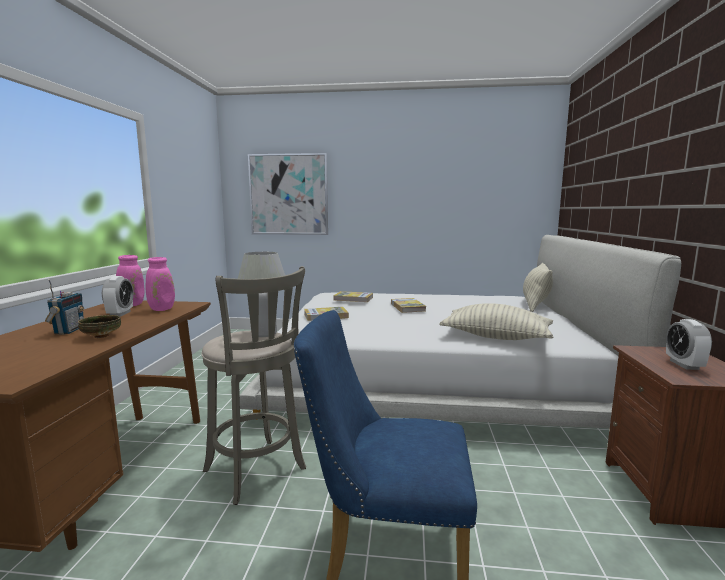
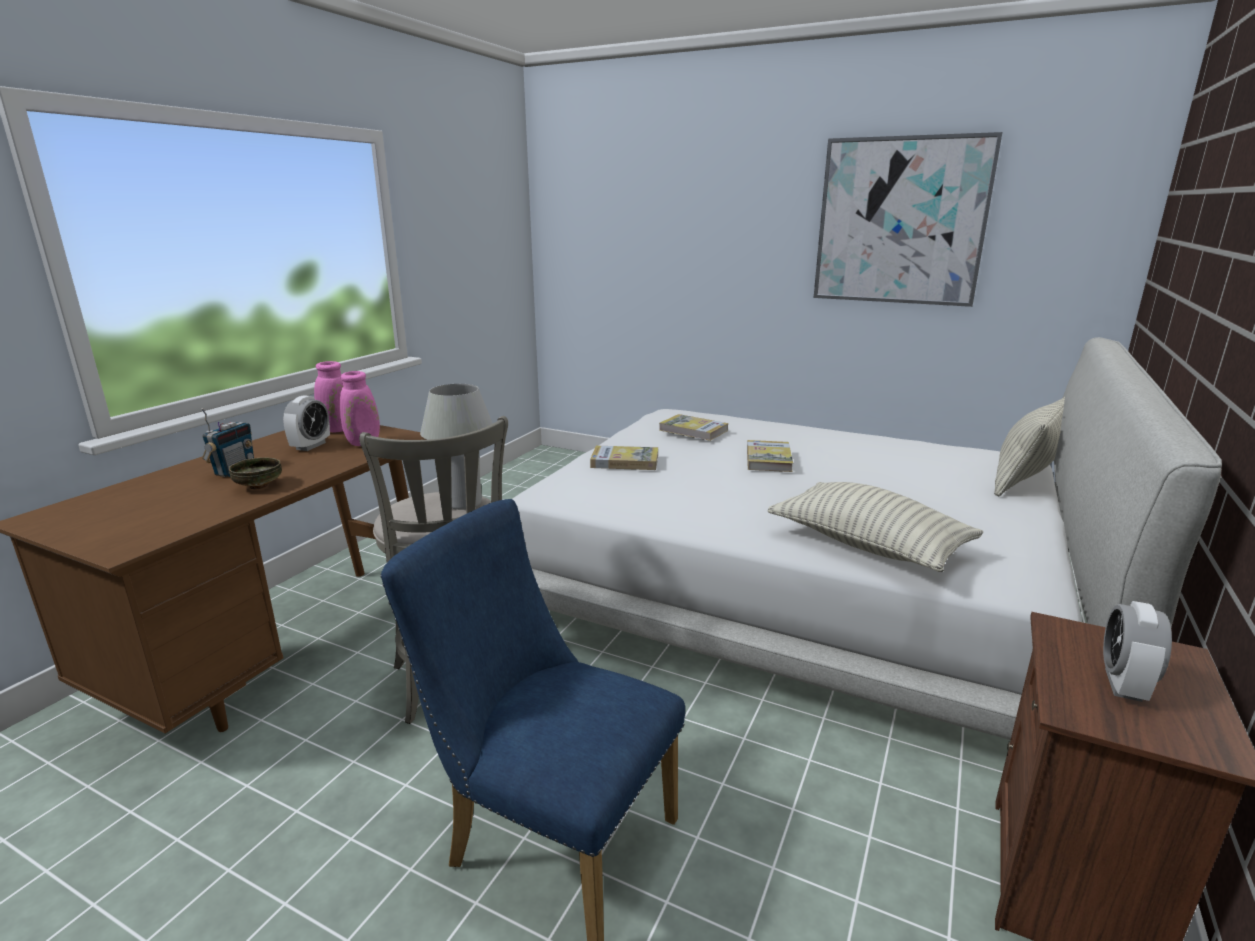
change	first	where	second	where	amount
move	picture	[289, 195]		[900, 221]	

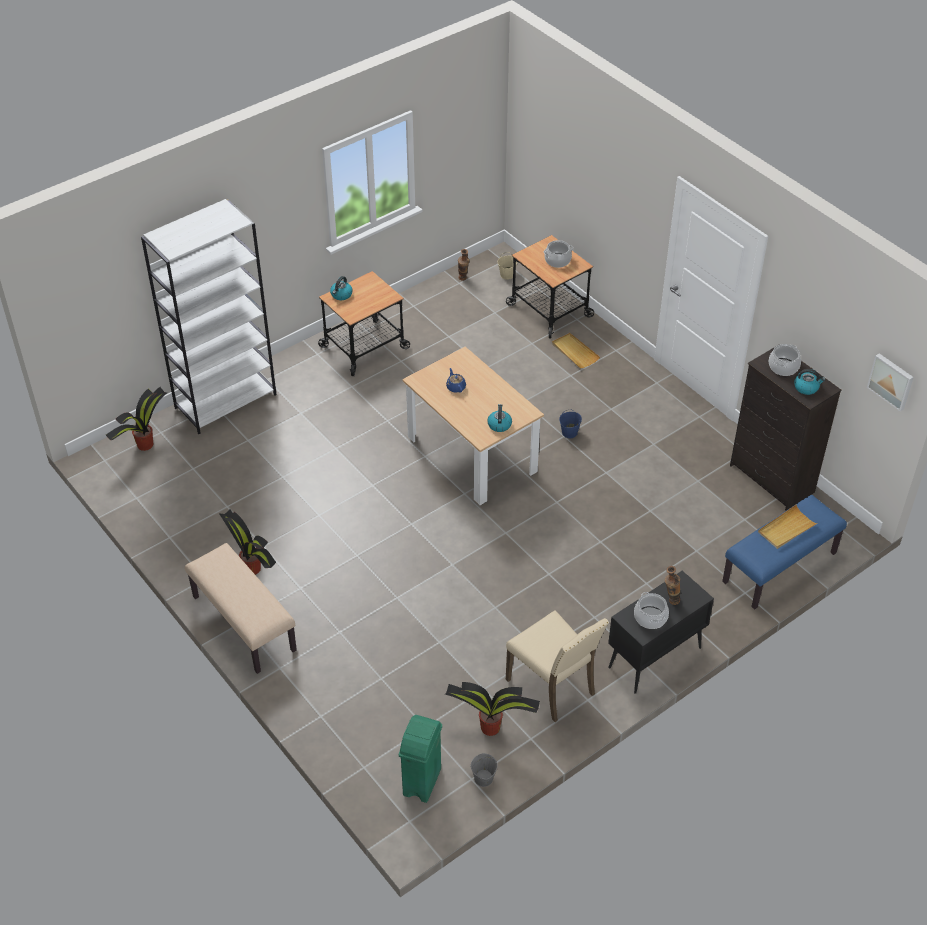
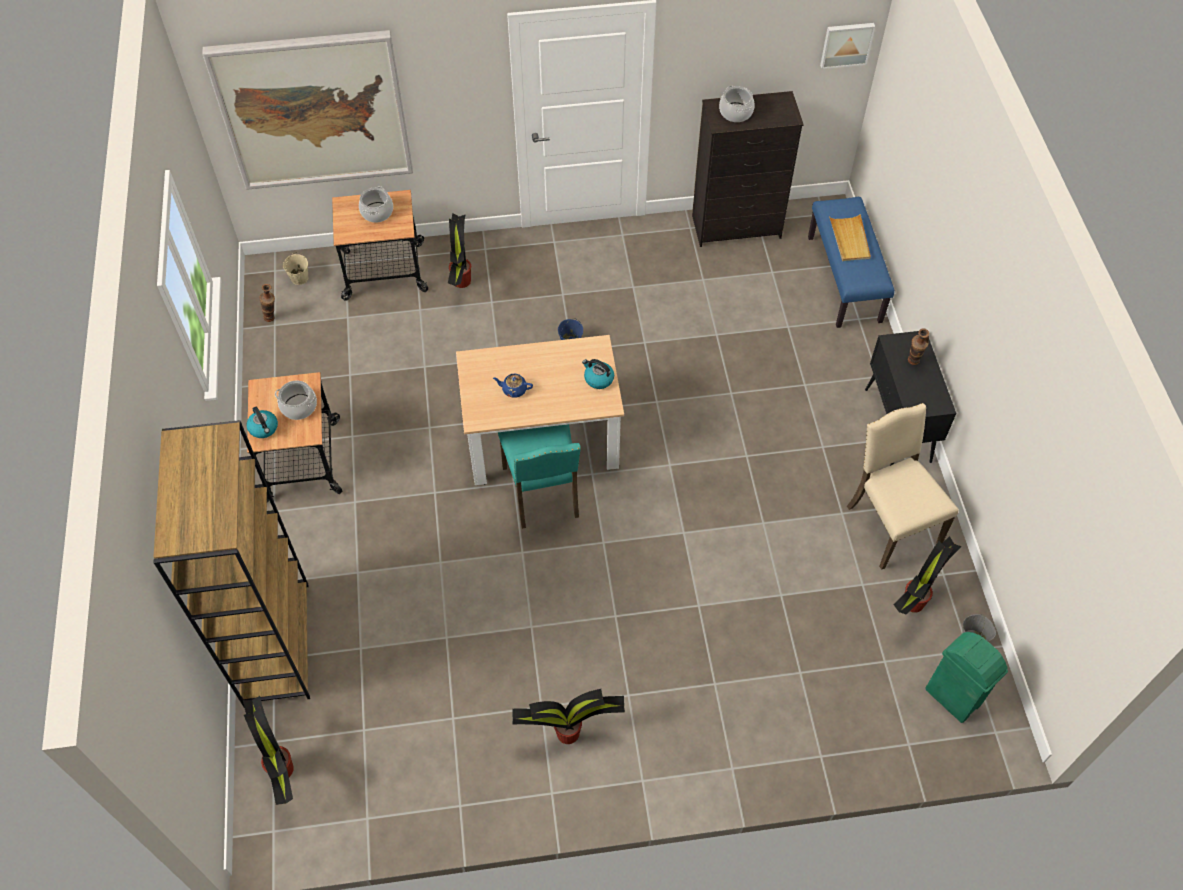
change	first	where	second	where	amount
recolor	white-coloured shelving unit	[226, 401]	brown shelving unit	[276, 643]	
replace	sand-coloured carrying tray	[574, 352]	potted plant	[461, 282]	
delete	water kettle	[806, 387]			
delete	sand-coloured long seat	[243, 623]			
move	stockpot	[650, 617]		[299, 406]	
rotate	sand-coloured upright chair	[553, 687]		[890, 524]	105 degrees counterclockwise
insert			picture	[314, 110]	
insert			blue-green upright chair	[543, 493]	

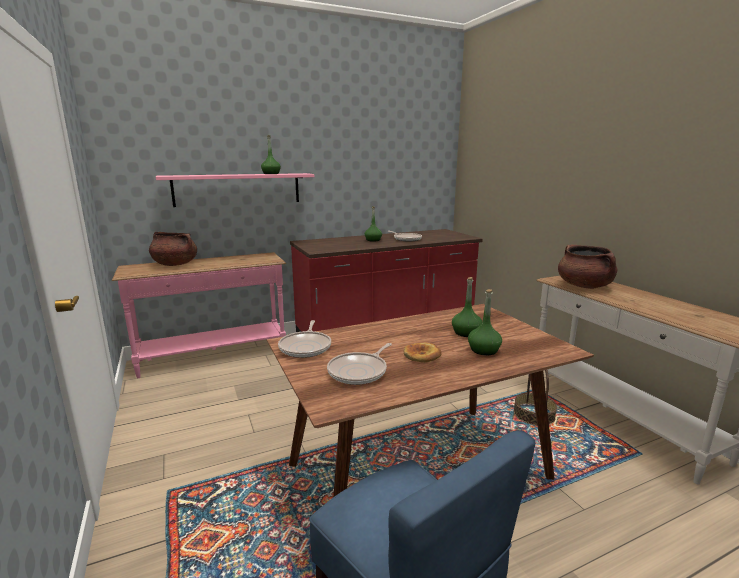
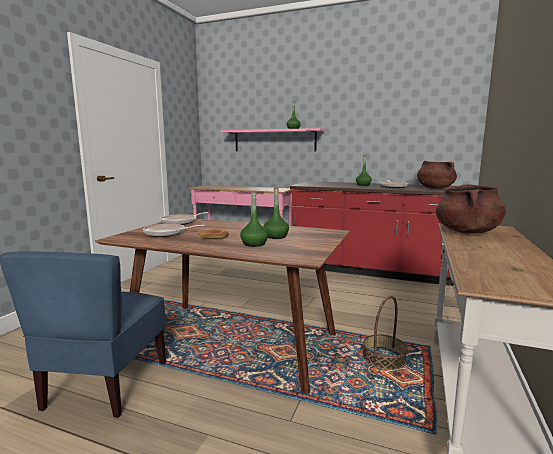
change	first	where	second	where	amount
move	brown stockpot	[175, 264]		[434, 188]	

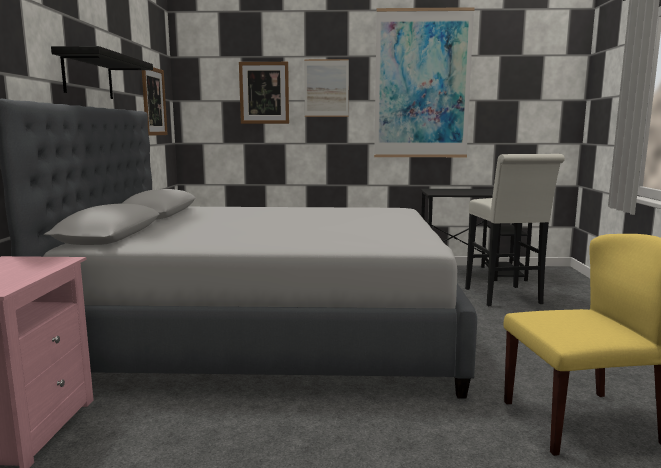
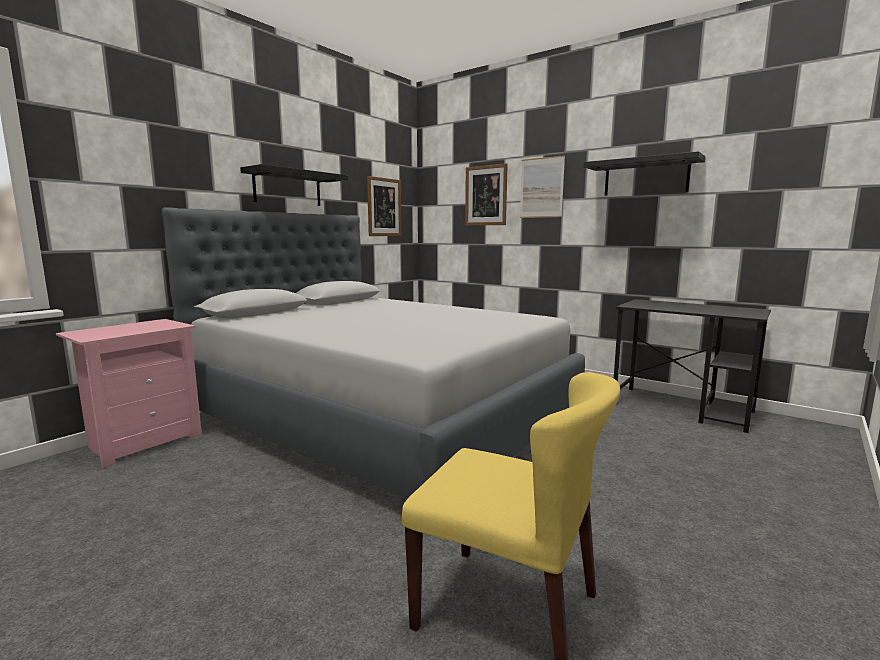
change	first	where	second	where	amount
replace	picture	[422, 84]	black-coloured shelf	[645, 177]	
delete	white-coloured stool seat	[505, 298]			

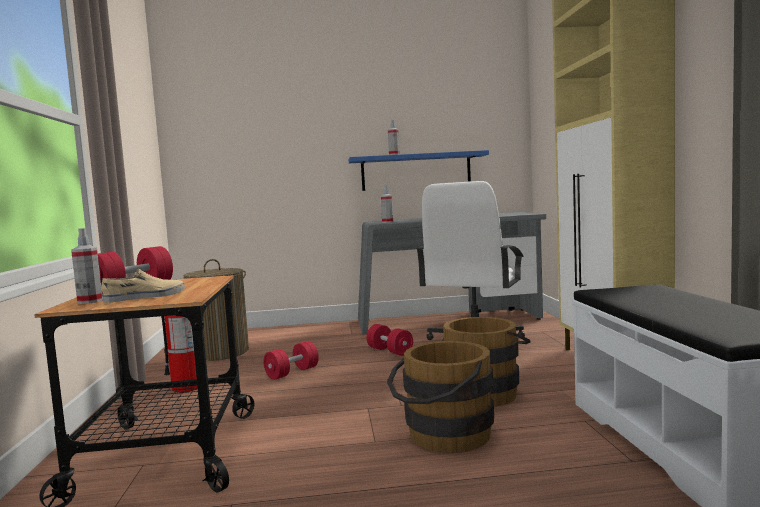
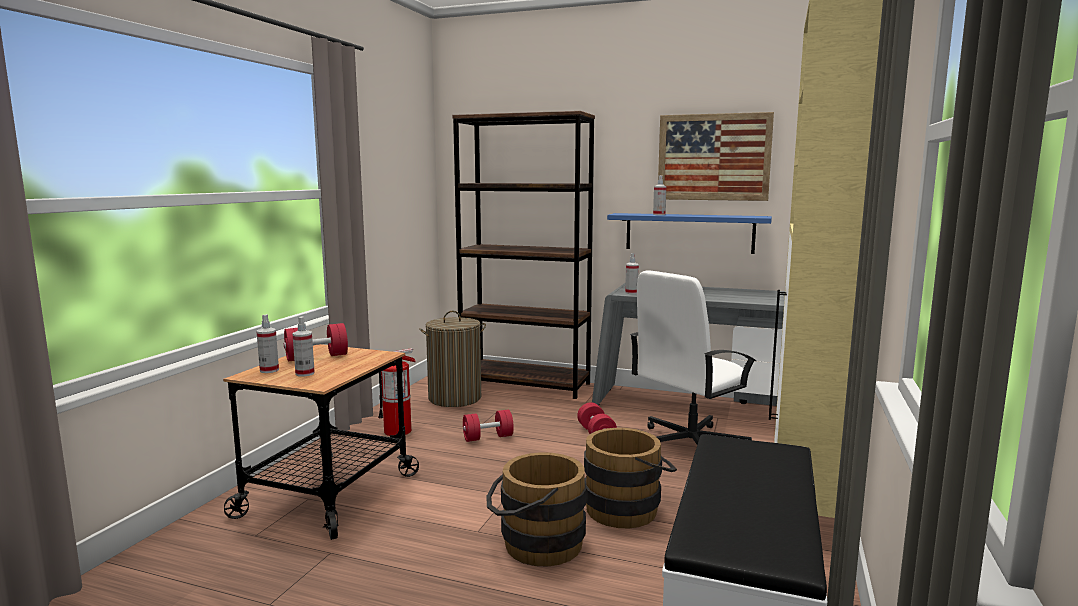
change	first	where	second	where	amount
replace	sand-coloured item of footwear	[145, 297]	hand sprayer	[305, 373]	
insert			brown shelving unit	[525, 384]	
insert			picture	[713, 157]	

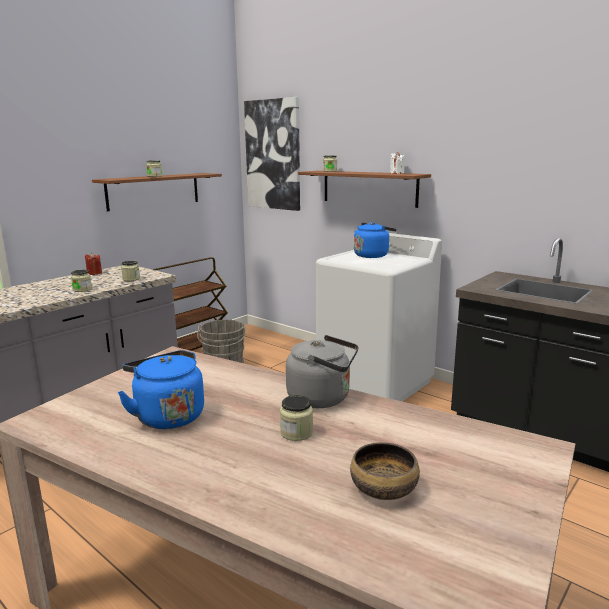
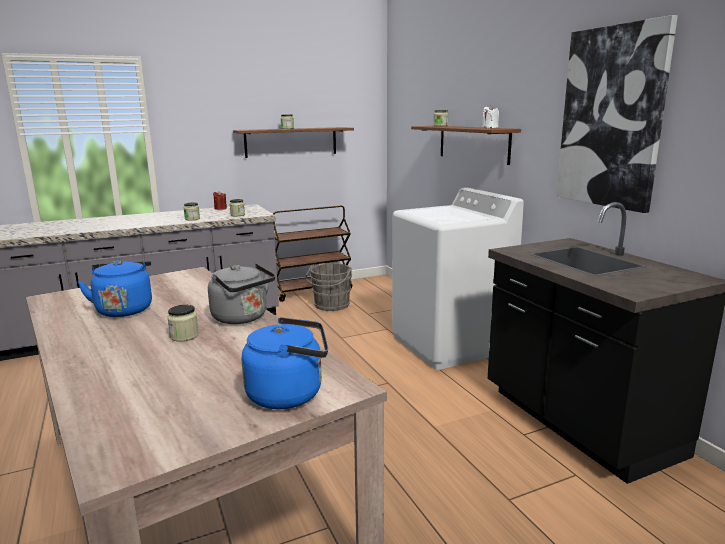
change	first	where	second	where	amount
move	picture	[273, 155]		[611, 118]	
move	bluish water kettle	[372, 255]		[290, 394]	
delete	deep dish	[383, 489]			

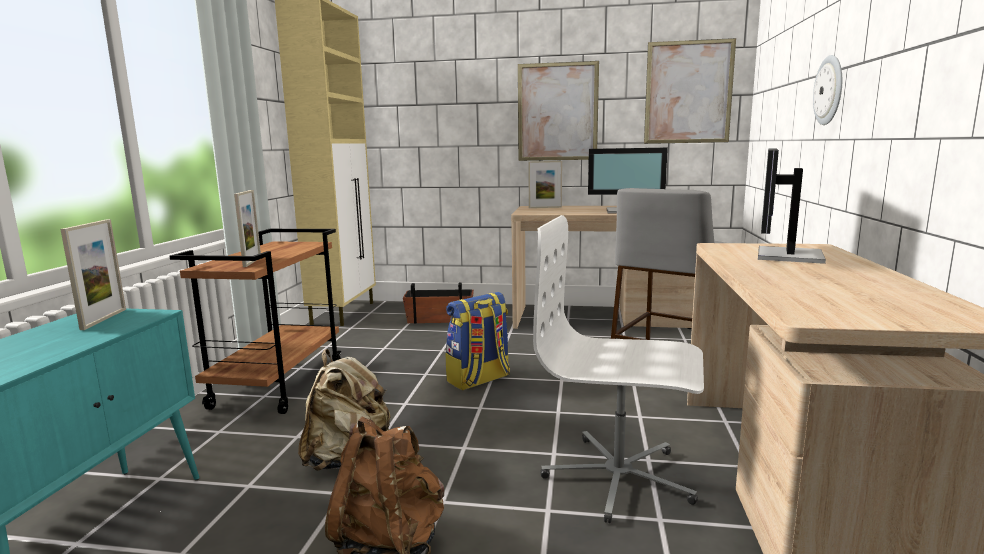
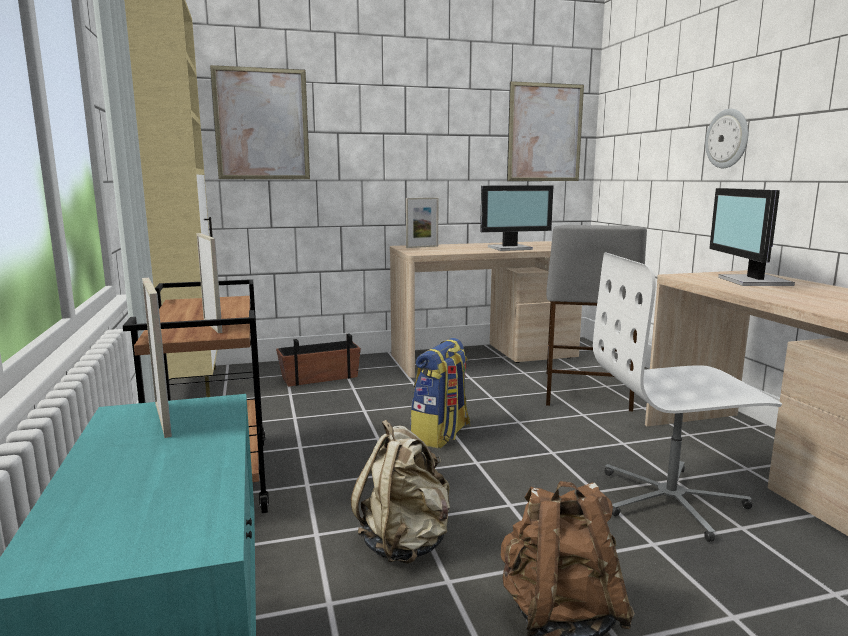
change	first	where	second	where	amount
move	picture	[557, 112]		[262, 124]	

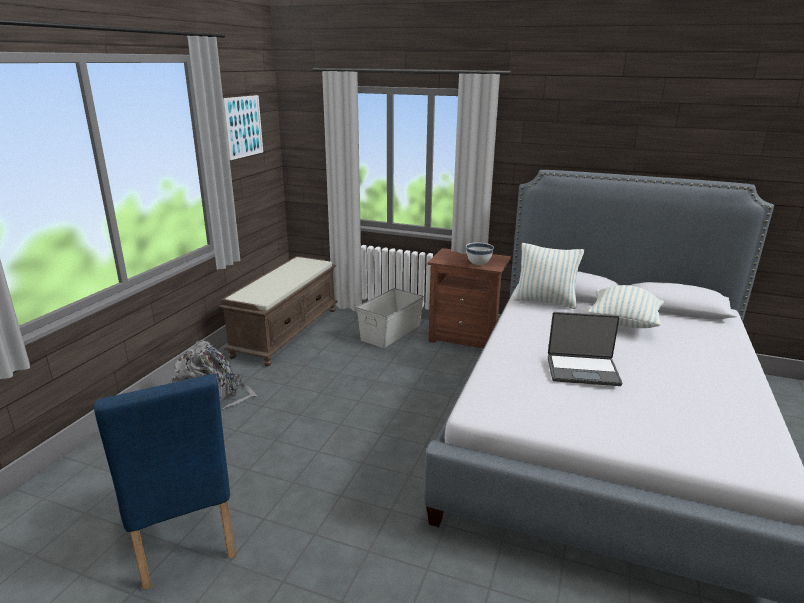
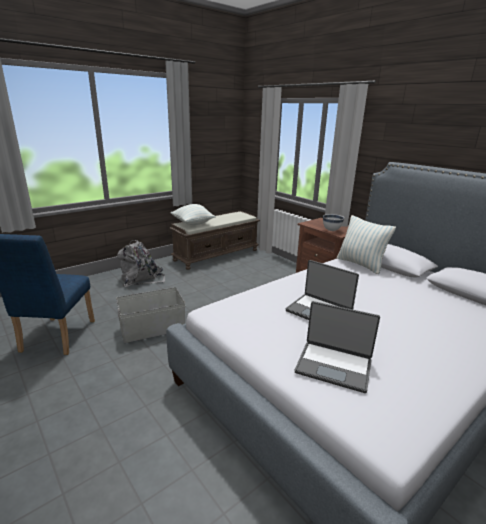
change	first	where	second	where	amount
delete	picture	[243, 126]			
move	cushion	[623, 323]		[193, 224]	
move	grey storage bin	[391, 333]		[153, 329]	
insert			laptop	[334, 366]	

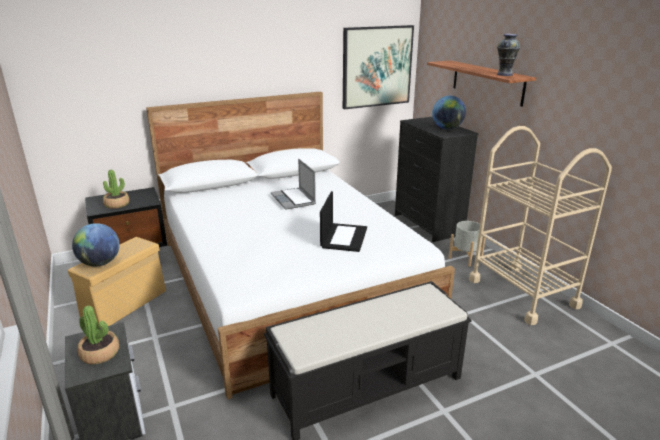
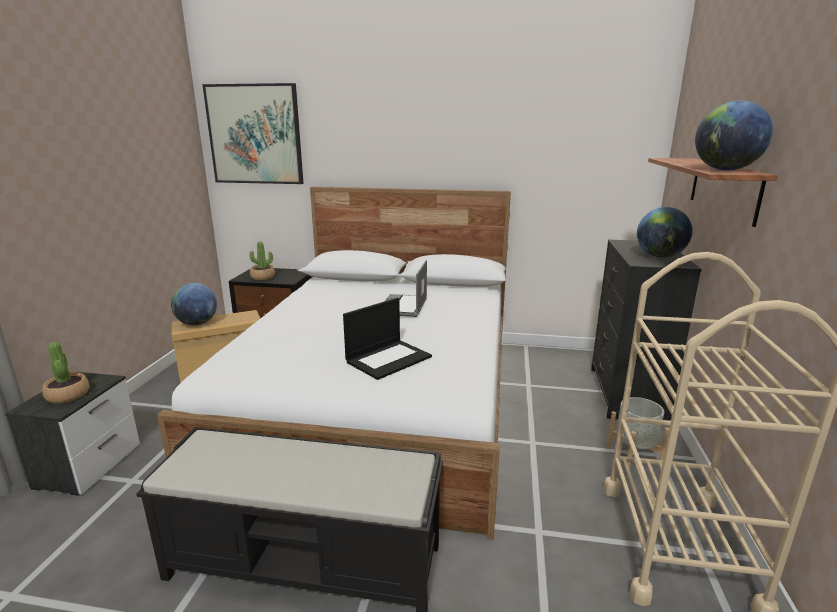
change	first	where	second	where	amount
move	picture	[377, 66]		[255, 134]	
replace	vase	[505, 74]	world globe	[725, 170]	

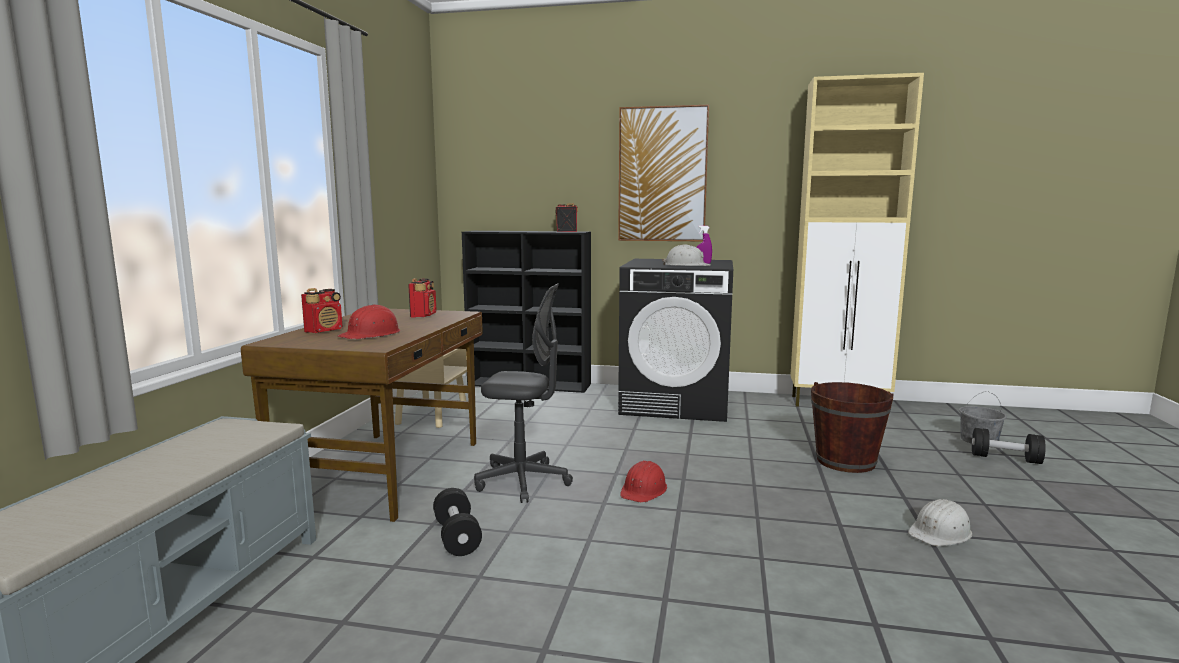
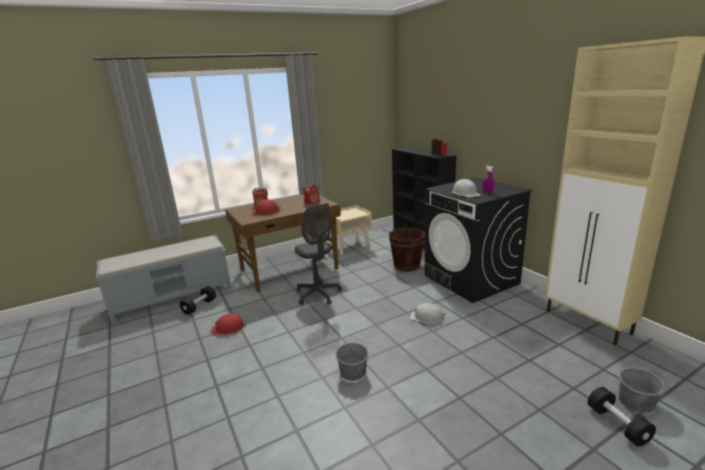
change	first	where	second	where	amount
delete	picture	[662, 175]			
move	brown bucket	[845, 461]		[407, 265]	
move	red-coloured hard hat	[644, 490]		[229, 328]	
move	black-coloured hand weight	[457, 537]		[199, 306]	
move	white-coloured hard hat	[940, 532]		[426, 317]	
insert			grey bucket	[353, 372]	

